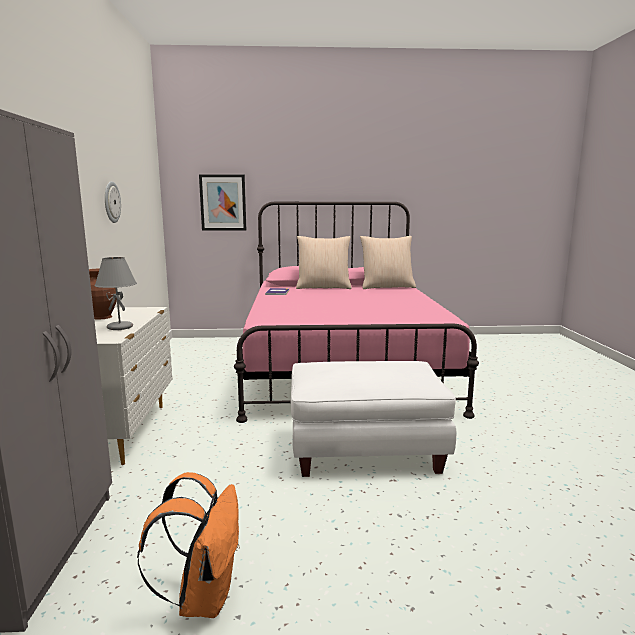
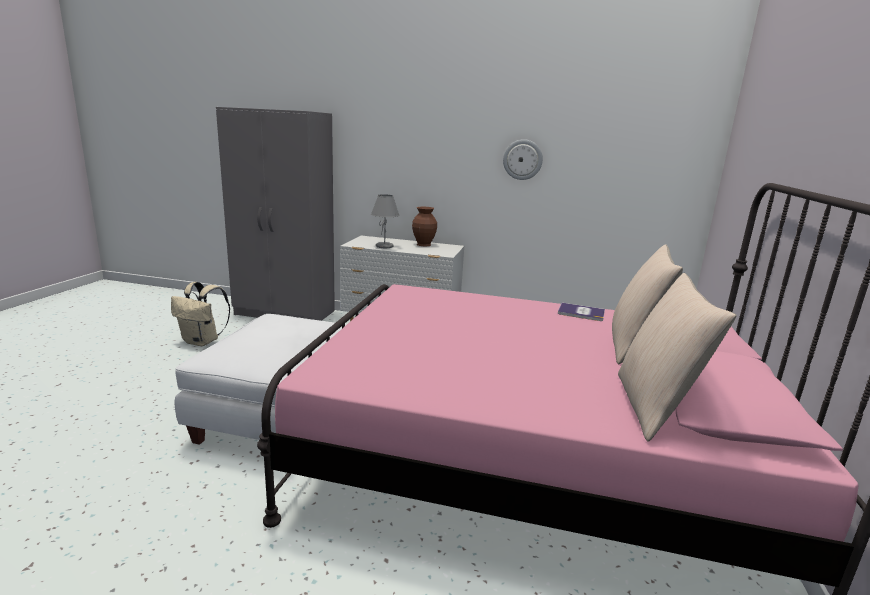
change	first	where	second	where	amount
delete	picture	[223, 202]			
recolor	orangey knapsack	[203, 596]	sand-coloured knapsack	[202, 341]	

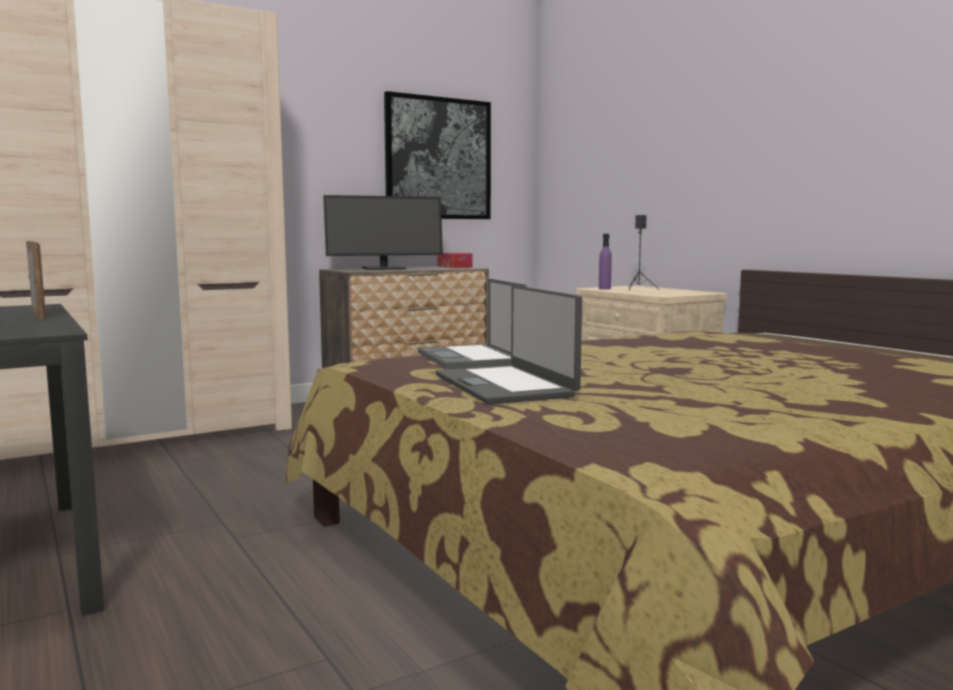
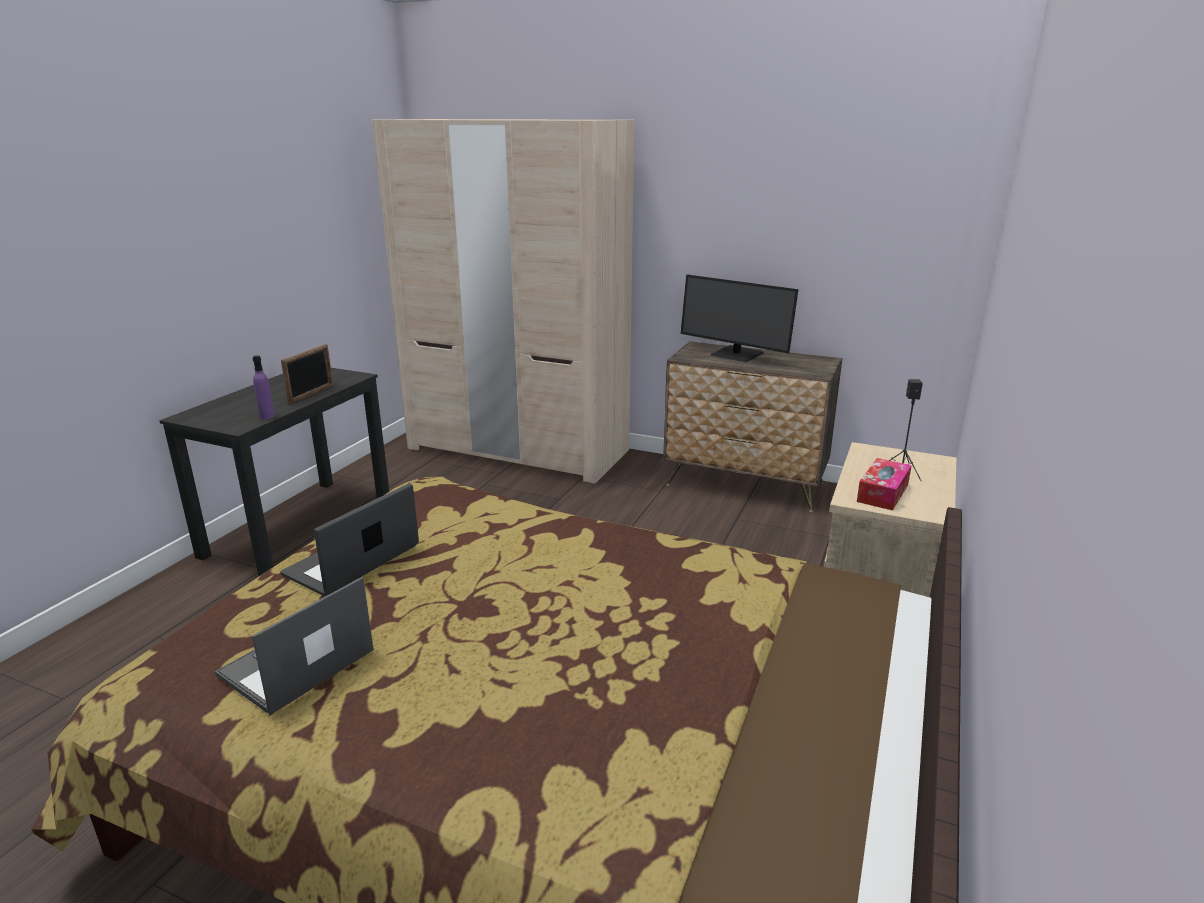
change	first	where	second	where	amount
delete	picture	[438, 158]			
move	purple bottle	[604, 289]		[267, 416]	
move	tissue box	[454, 267]		[882, 493]	
move	laptop	[470, 358]		[295, 664]	

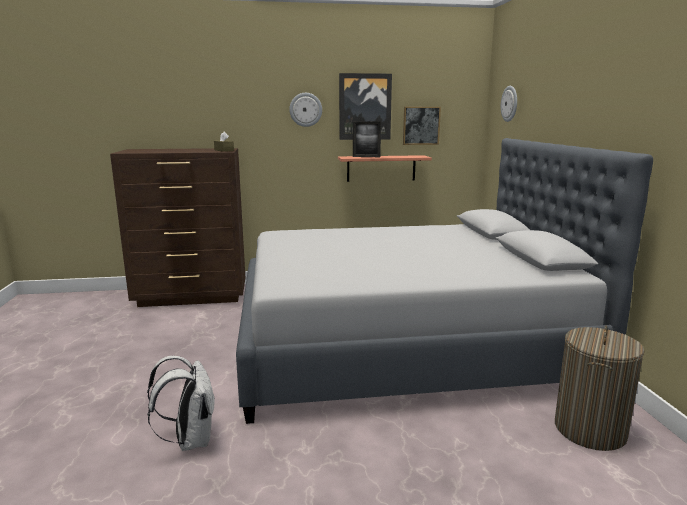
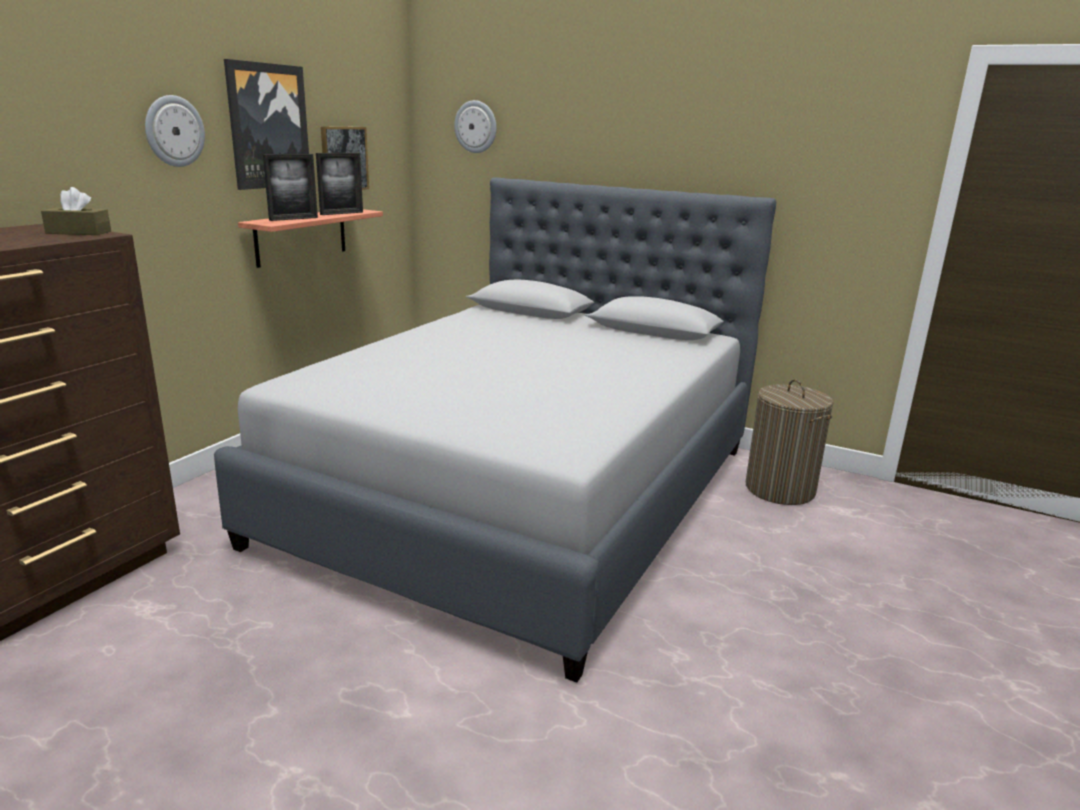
change	first	where	second	where	amount
delete	white-coloured knapsack	[190, 440]			
insert			photo frame	[342, 213]	

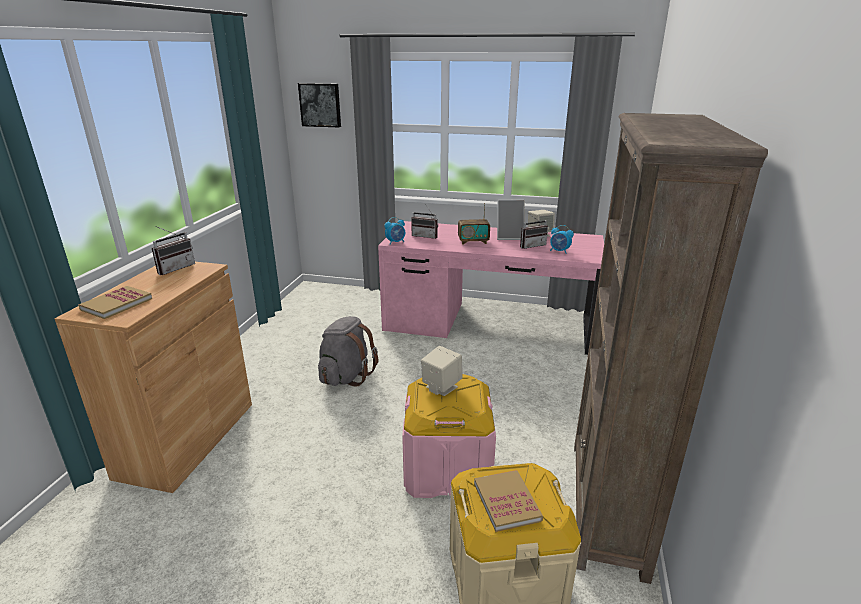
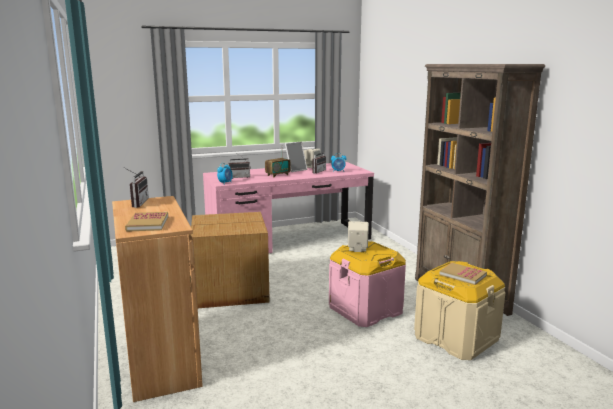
change	first	where	second	where	amount
delete	picture	[320, 105]			
replace	grey knapsack	[346, 376]	cardboard box	[232, 290]	

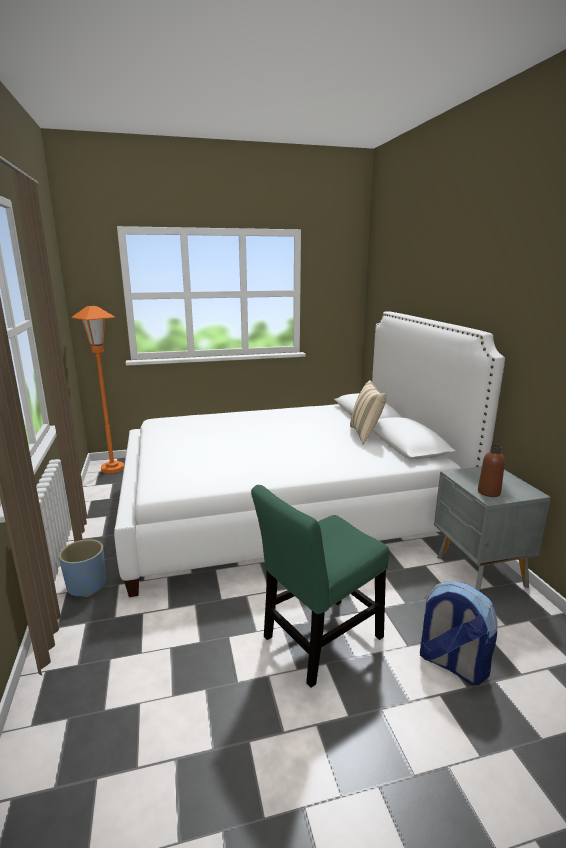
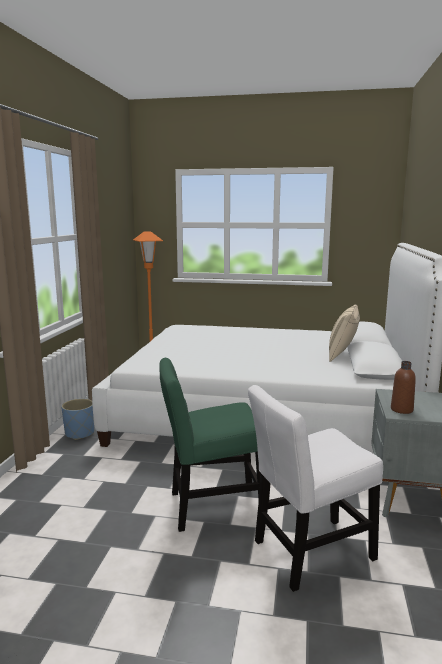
change	first	where	second	where	amount
replace	knapsack	[451, 664]	white-coloured upright chair	[309, 553]	

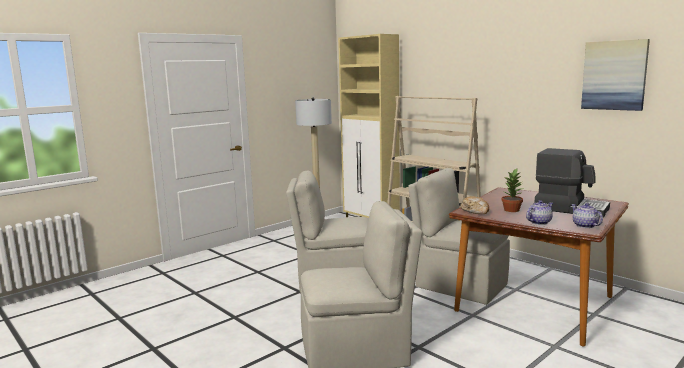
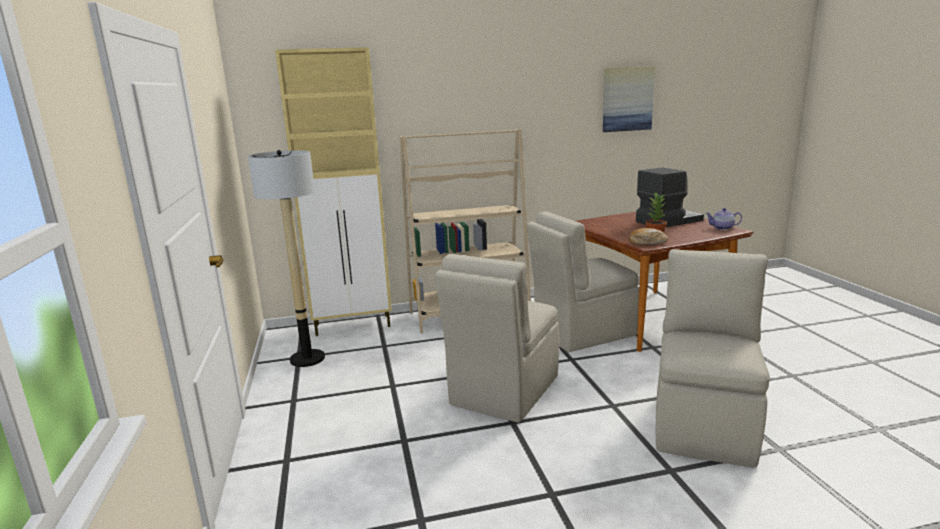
change	first	where	second	where	amount
delete	pot for tea	[538, 222]			

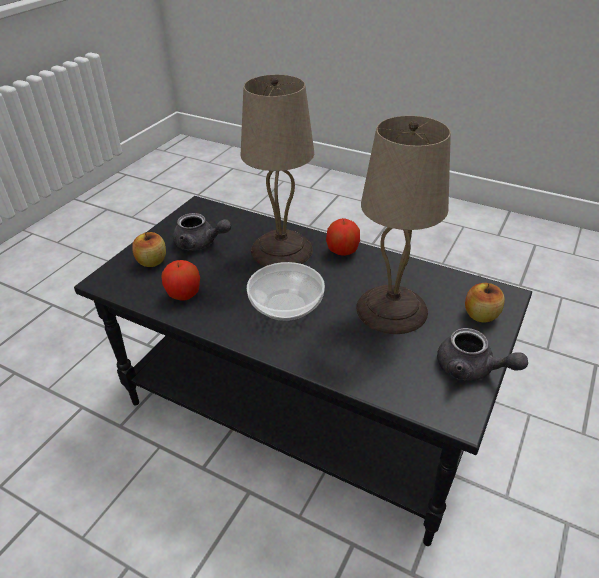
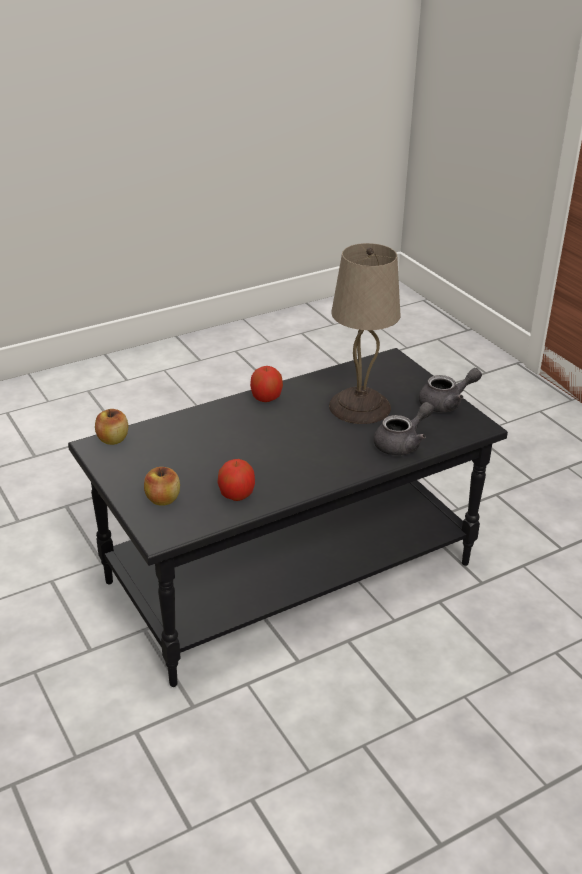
change	first	where	second	where	amount
delete	sand-coloured tabletop lamp	[282, 250]			
move	grey pot for tea	[200, 244]		[402, 443]	
delete	deep dish	[285, 307]			
move	apple fruit	[481, 315]		[113, 439]	

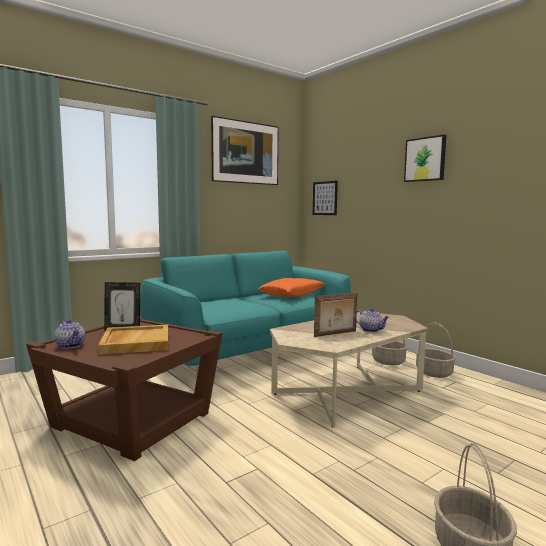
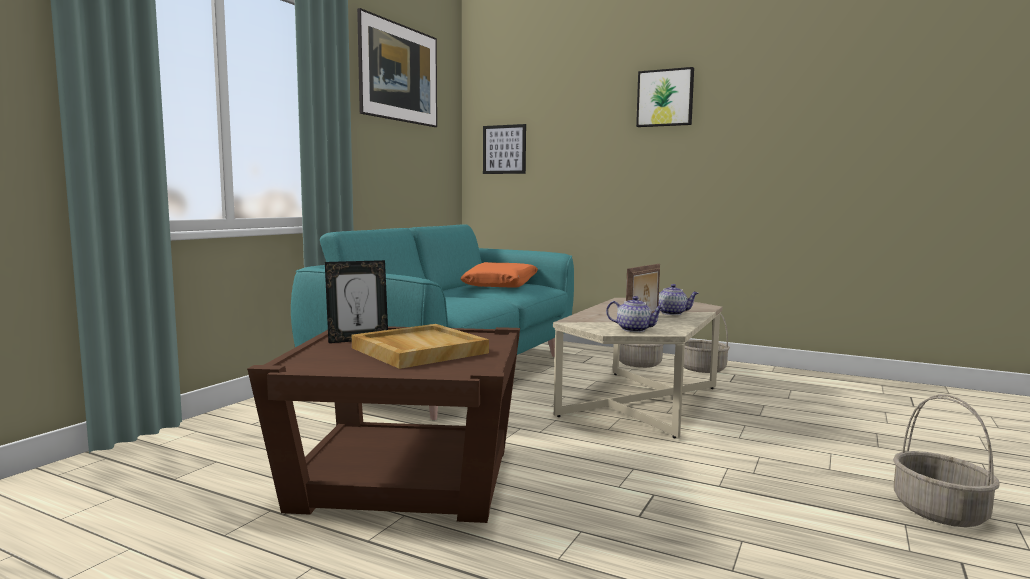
change	first	where	second	where	amount
move	pot for tea	[71, 345]		[634, 329]	

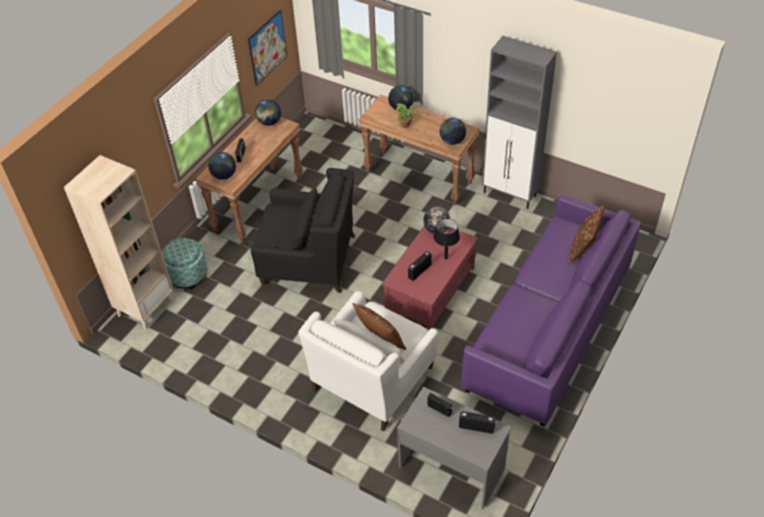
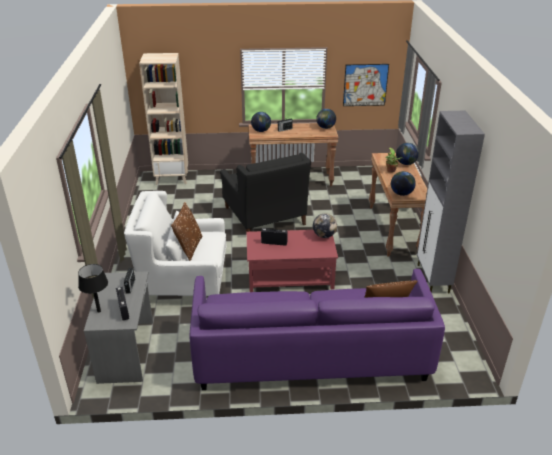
change	first	where	second	where	amount
move	black-coloured tabletop lamp	[445, 258]		[99, 311]	
delete	pouffe	[187, 274]			

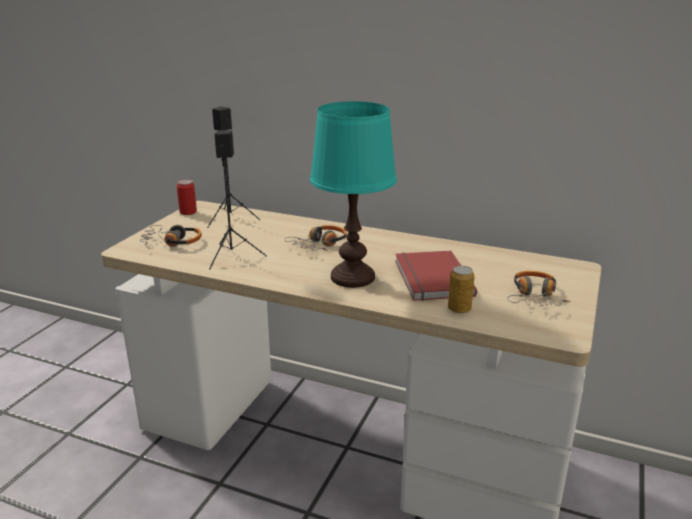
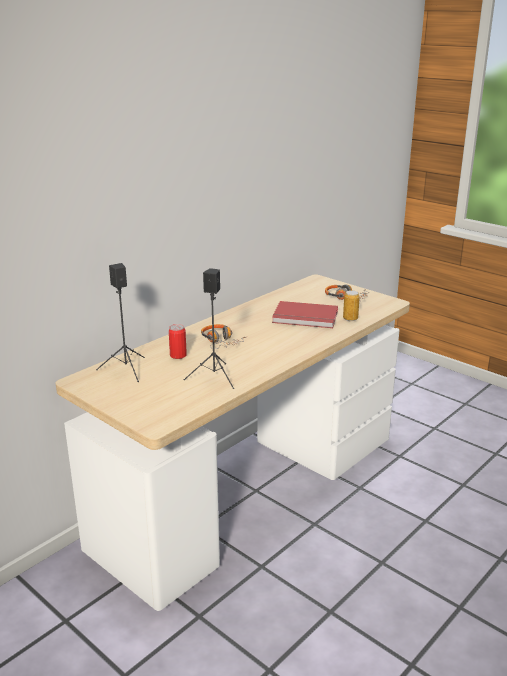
change	first	where	second	where	amount
delete	blue-green tabletop lamp	[353, 277]			
move	metal can	[188, 212]		[178, 355]	
delete	pair of headphones	[172, 242]			

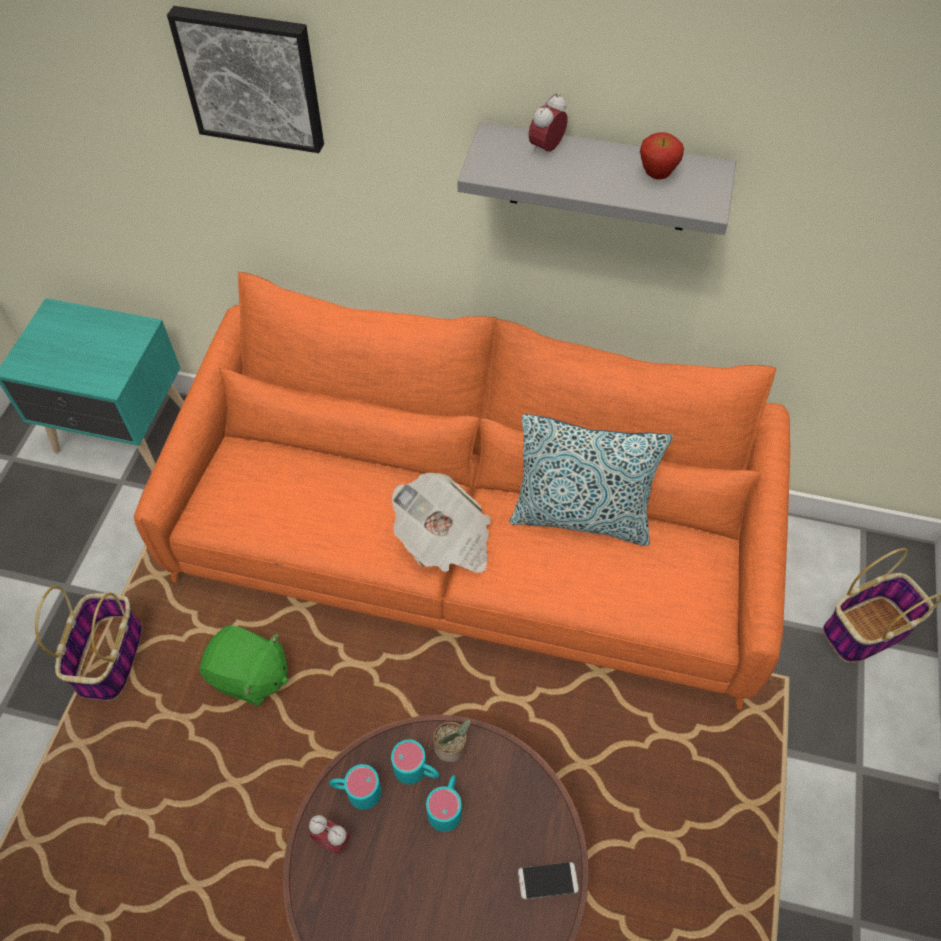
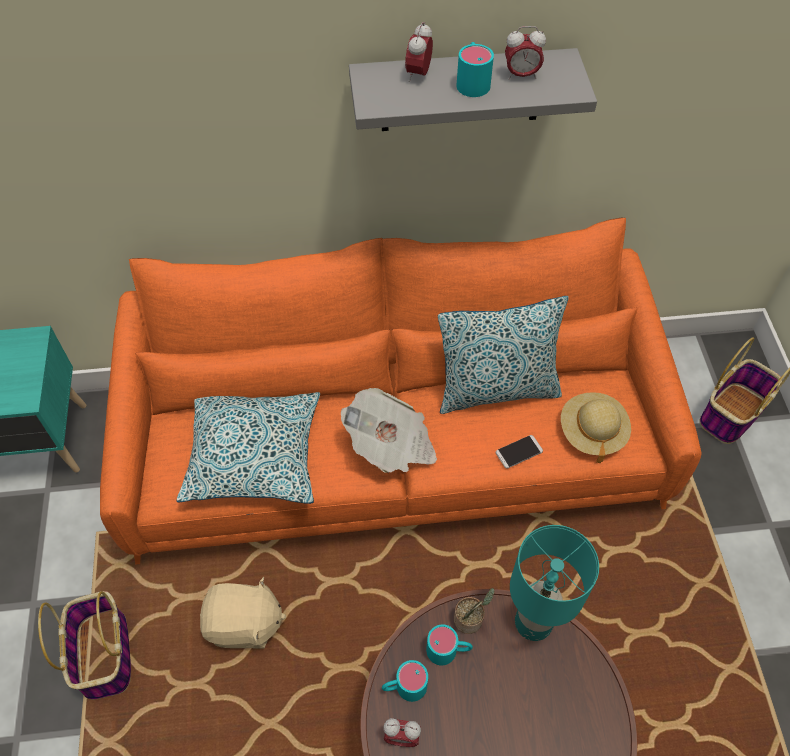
change	first	where	second	where	amount
delete	picture	[252, 77]			
replace	apple fruit	[656, 176]	table clock	[521, 75]	
recolor	green-coloured plush toy	[249, 676]	sand-coloured plush toy	[244, 624]	
move	blue-green mug	[447, 805]		[472, 81]	
move	telephone	[548, 880]		[519, 452]	
insert			cushion	[254, 455]	
insert			sand-coloured wearable hat	[592, 432]	
insert			blue-green tabletop lamp	[534, 622]	

